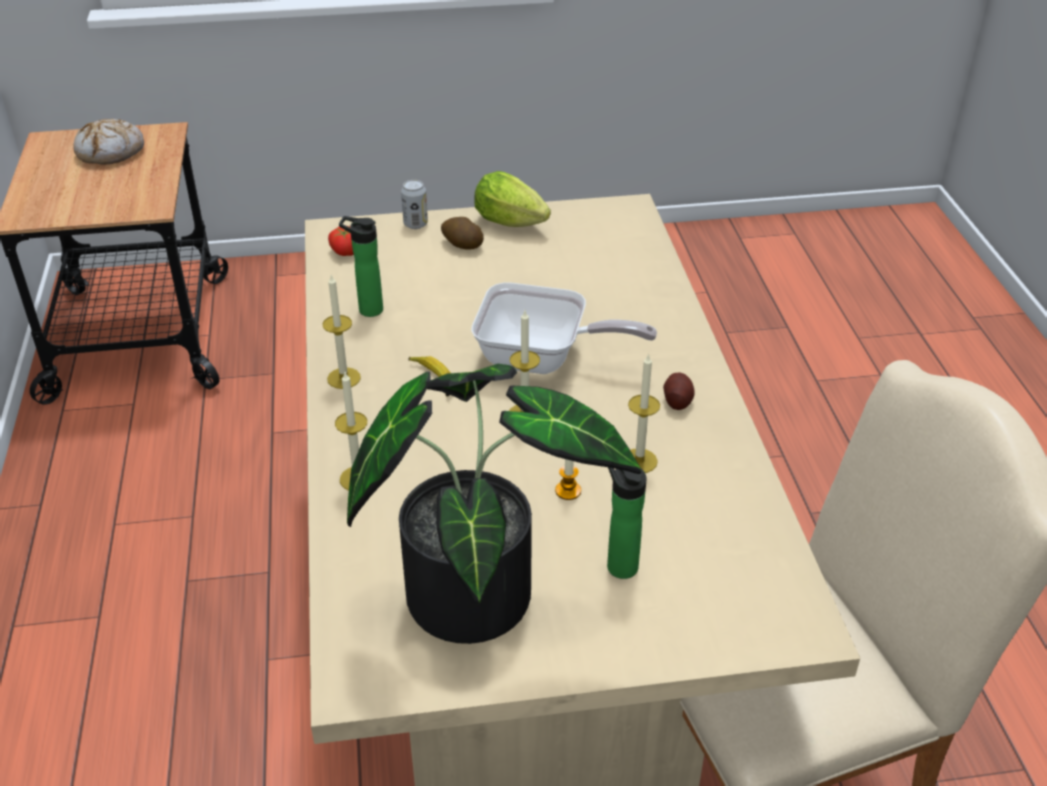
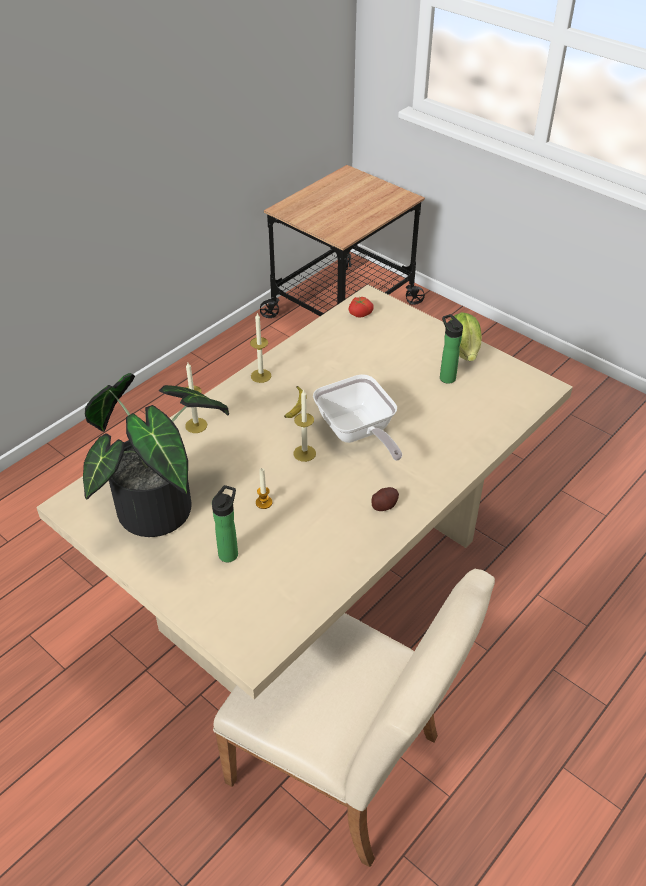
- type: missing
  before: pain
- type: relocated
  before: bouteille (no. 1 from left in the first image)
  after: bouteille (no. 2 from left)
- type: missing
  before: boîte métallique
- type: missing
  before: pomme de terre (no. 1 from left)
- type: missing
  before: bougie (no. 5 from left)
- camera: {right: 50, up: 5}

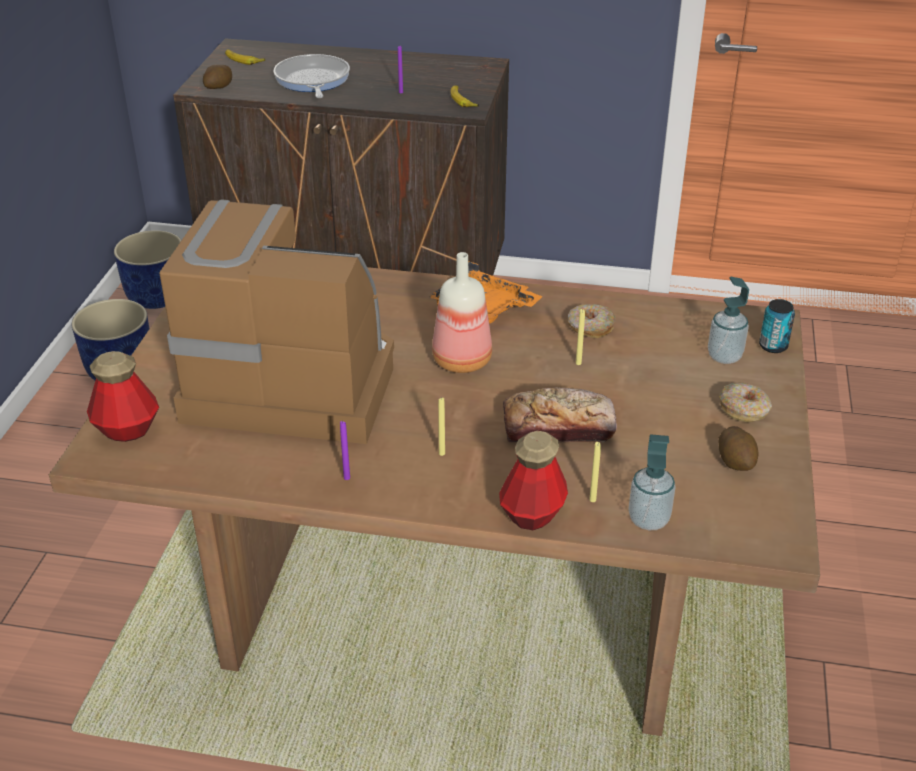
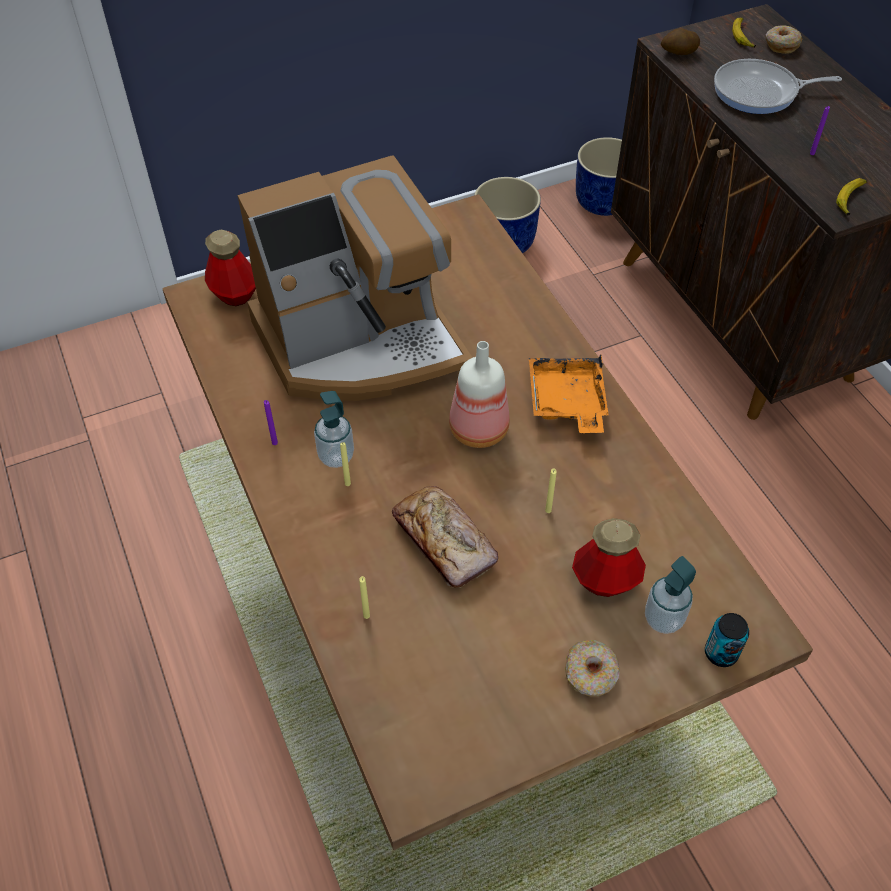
- type: spun
  before: machine à café
  turn: 90
- type: spun
  before: poêle
  turn: -135
- type: relocated
  before: bouteille (no. 3 from left)
- type: relocated
  before: beignet (no. 1 from left in the first image)
  after: beignet (no. 2 from left)
- type: relocated
  before: distributeur de savon (no. 1 from left)
- type: missing
  before: pomme de terre (no. 2 from left)
- camera: {right: 55, up: 15}

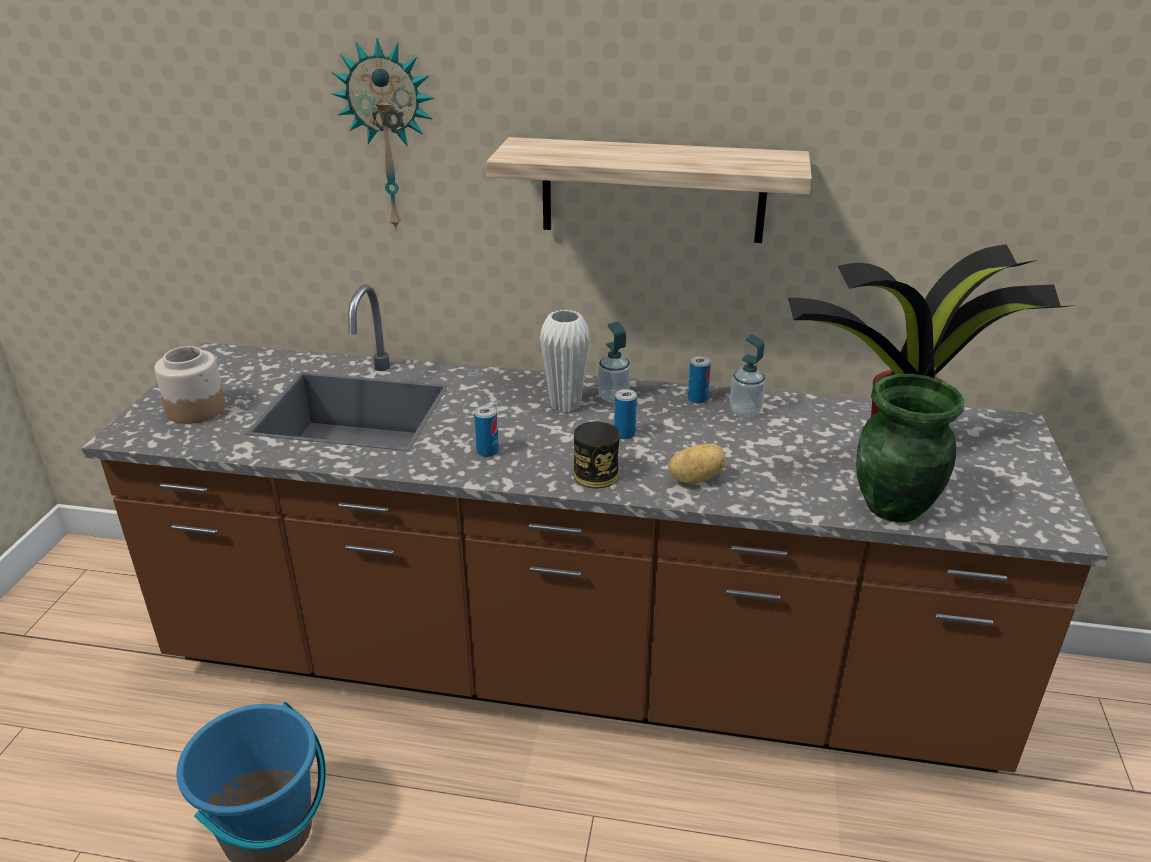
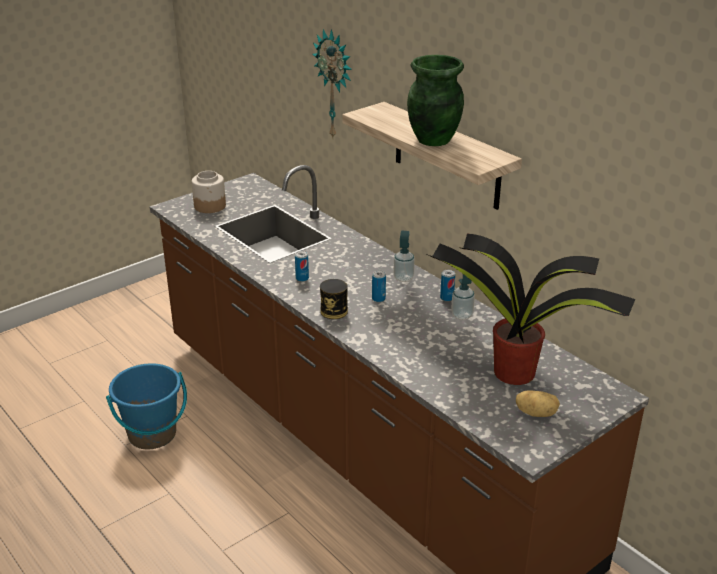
- type: missing
  before: vase [blanc]
- type: relocated
  before: pomme de terre
- type: relocated
  before: vase [vert]
- camera: {right: 40, up: 0}

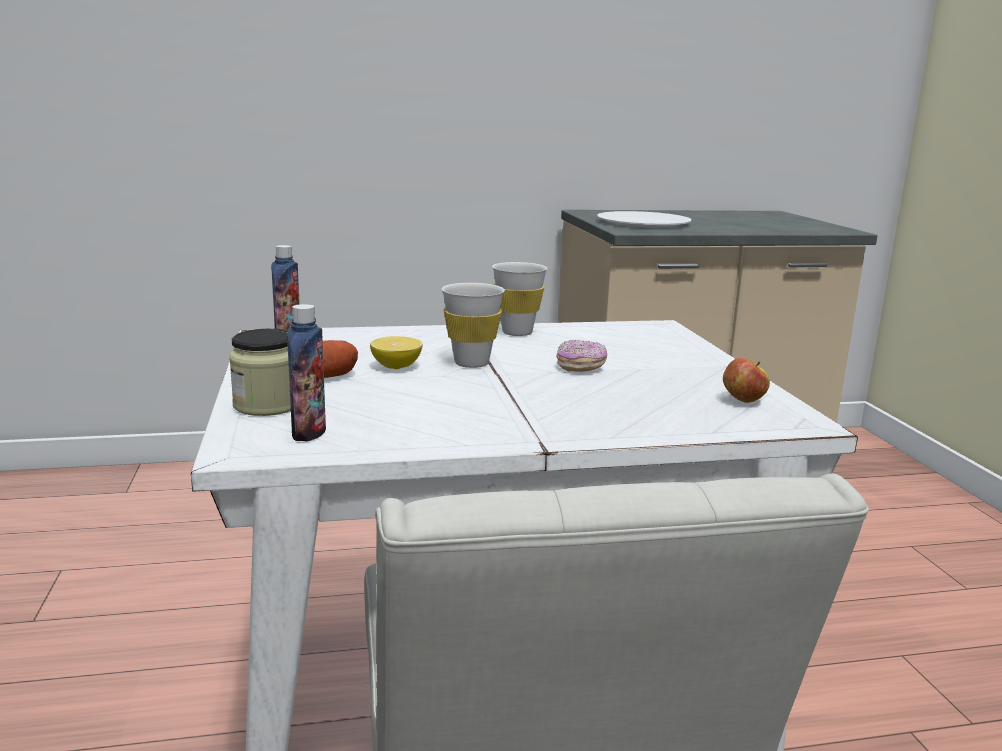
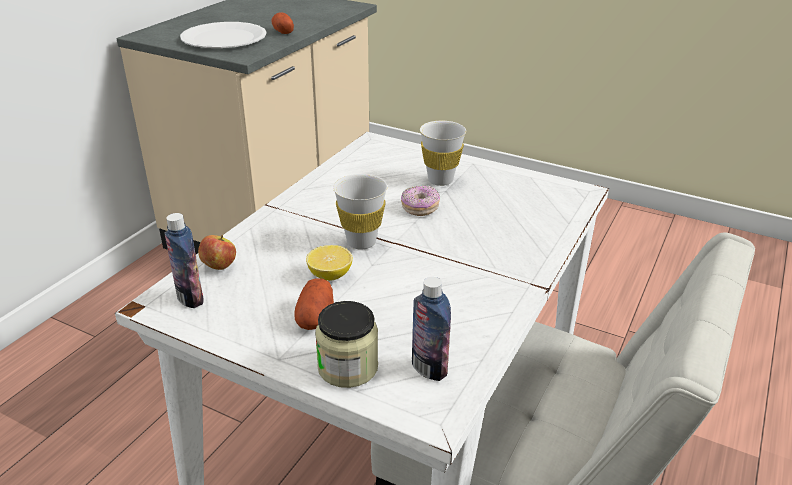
- type: relocated
  before: tasse [blanc] (no. 2 from left)
- type: relocated
  before: pomme
- type: appeared
  after: pomme de terre (no. 1 from left)
- camera: {right: -50, up: 15}

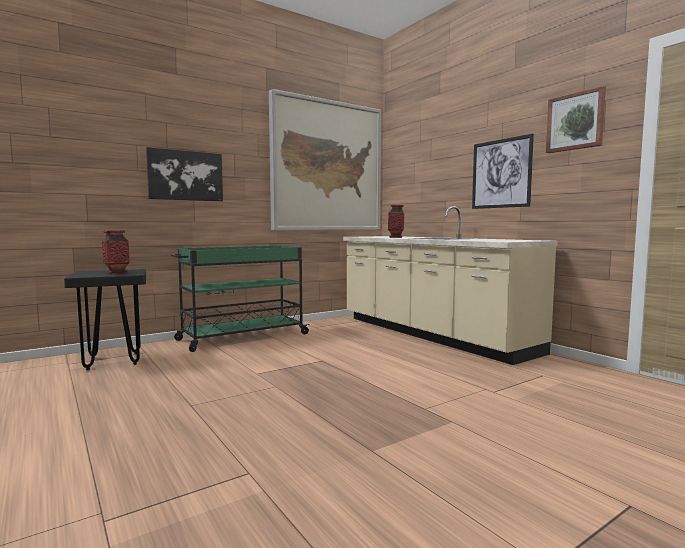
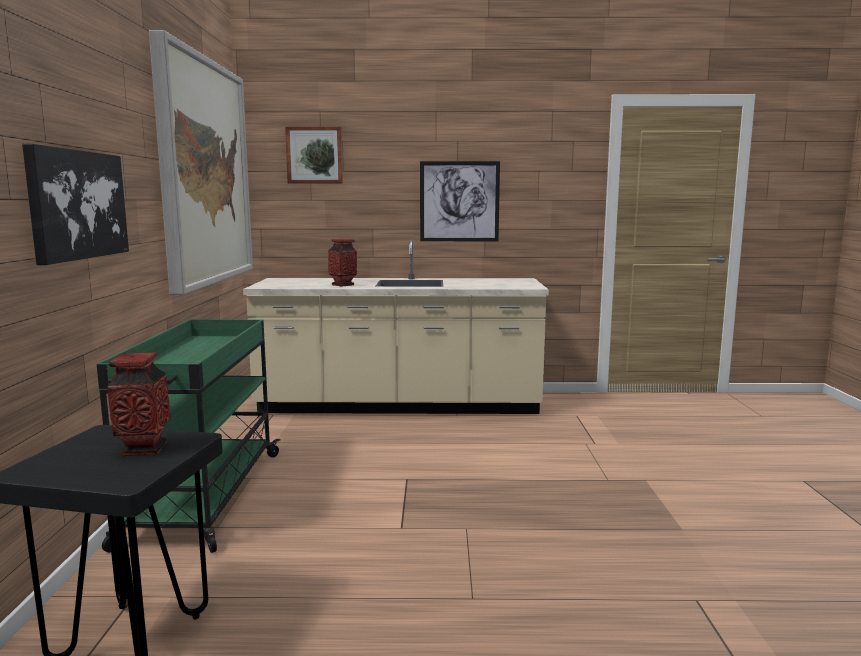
- type: relocated
  before: tableau (no. 4 from left in the first image)
  after: tableau (no. 3 from left)
- camera: {right: -55, up: 5}

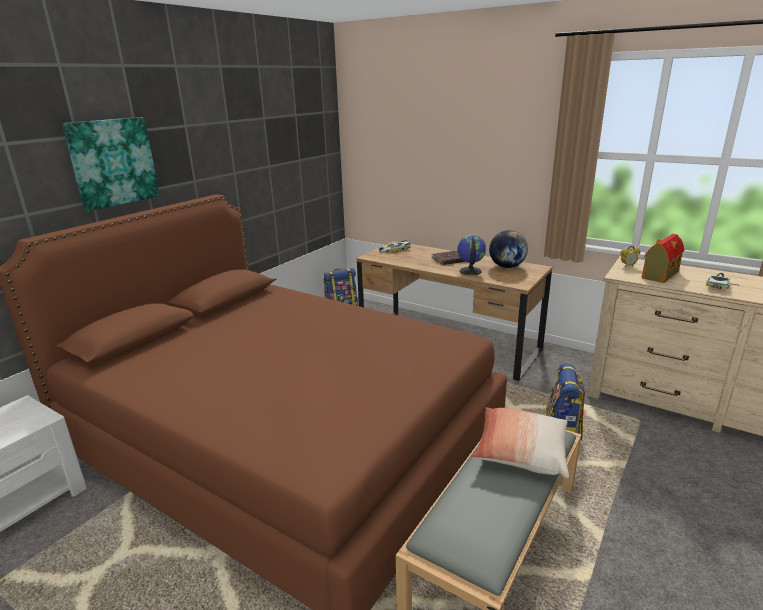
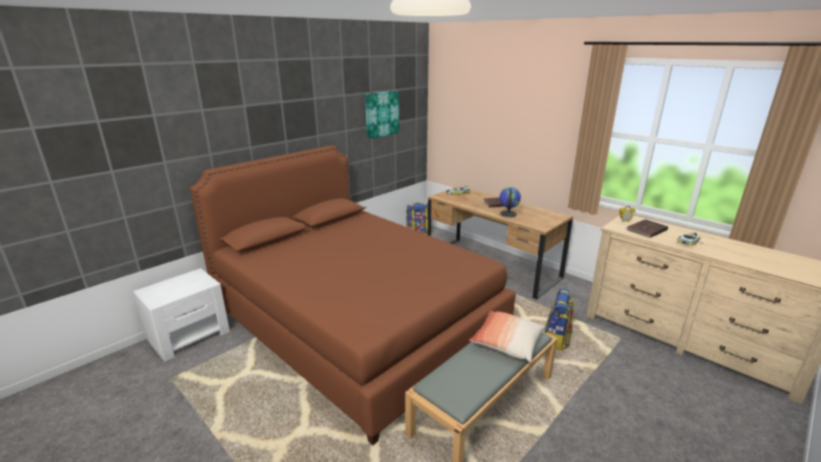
- type: relocated
  before: tableau
- type: missing
  before: globe (no. 2 from left)
- type: exchanged
  before: maison miniature
  after: livre [marron] (no. 2 from left)
- camera: {right: 10, up: 0}

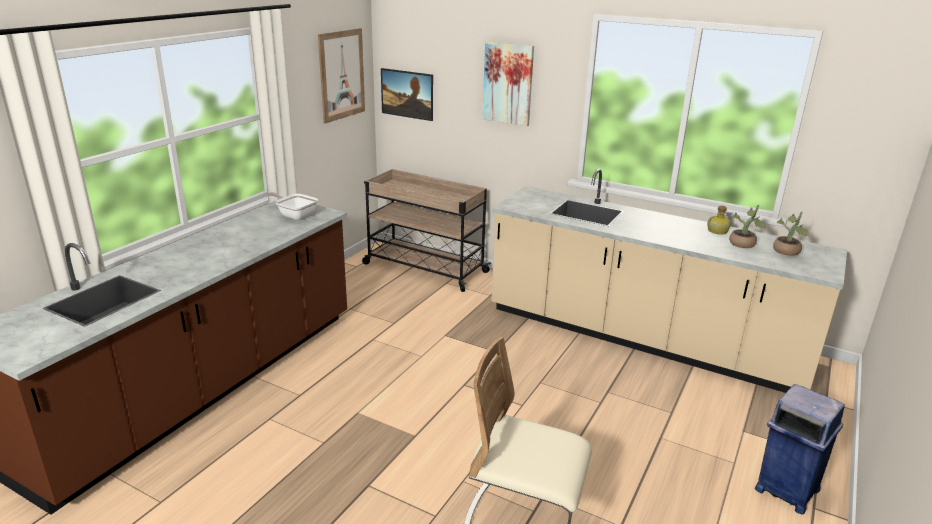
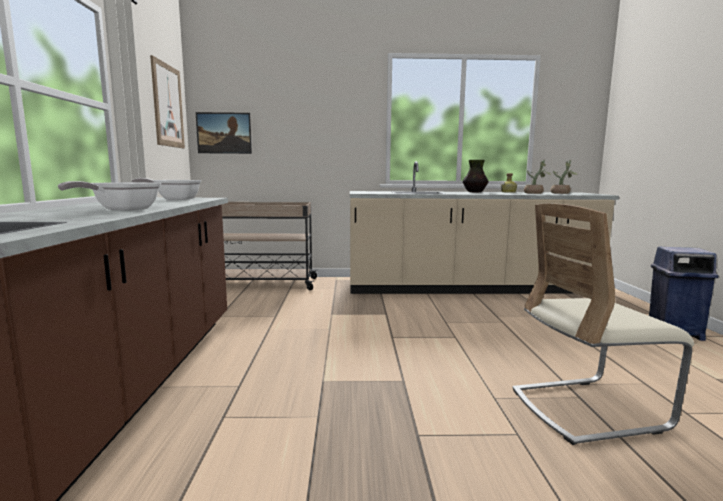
- type: missing
  before: tableau (no. 3 from left)
- type: appeared
  after: poêle (no. 1 from left)
- type: appeared
  after: vase
- camera: {right: -30, up: -15}

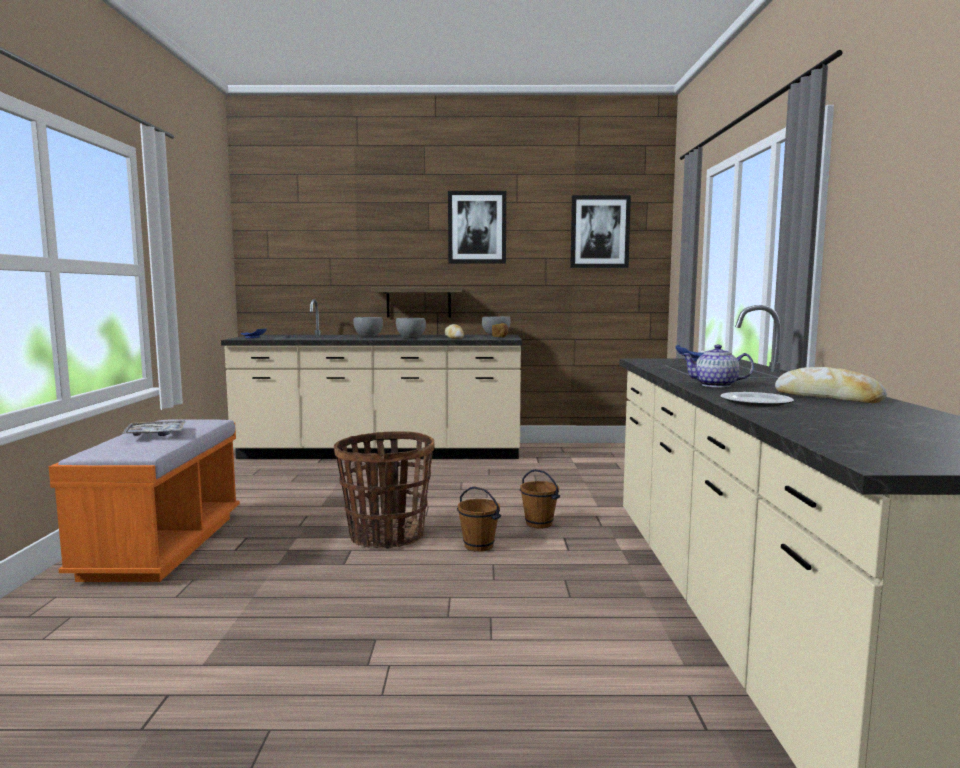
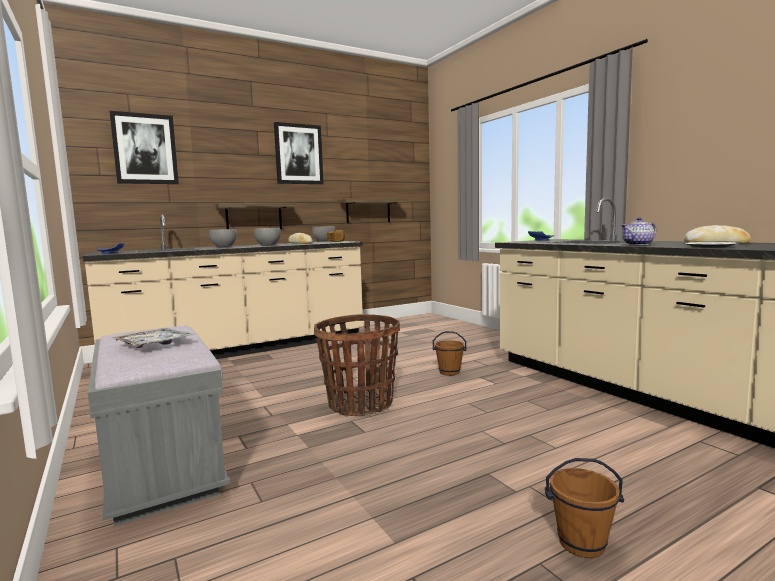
- type: colour
  before: banc [orange]
  after: banc [gris]
- type: relocated
  before: seau [marron] (no. 1 from left in the first image)
  after: seau [marron] (no. 2 from left)
- type: relocated
  before: tableau (no. 2 from left in the first image)
  after: tableau (no. 1 from left)
- type: appeared
  after: étagère (no. 2 from left)
- camera: {right: -30, up: 0}

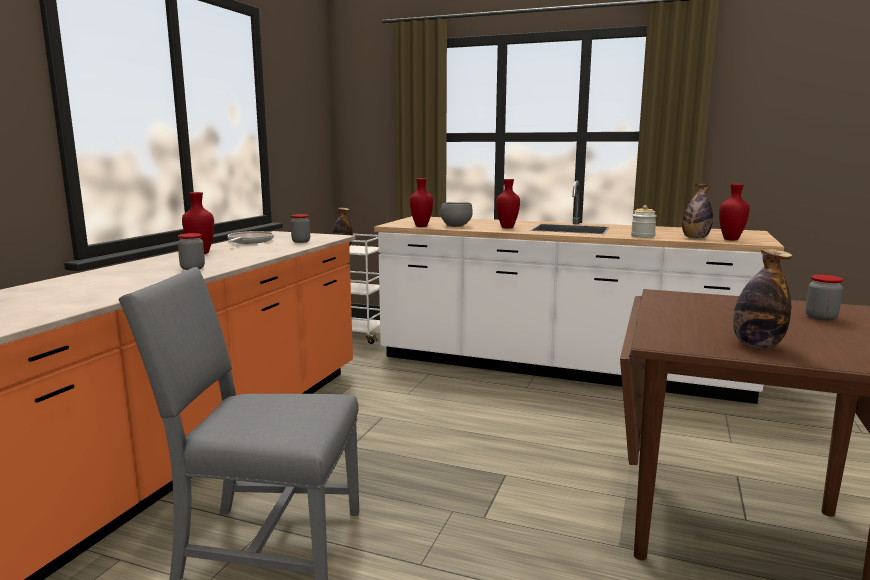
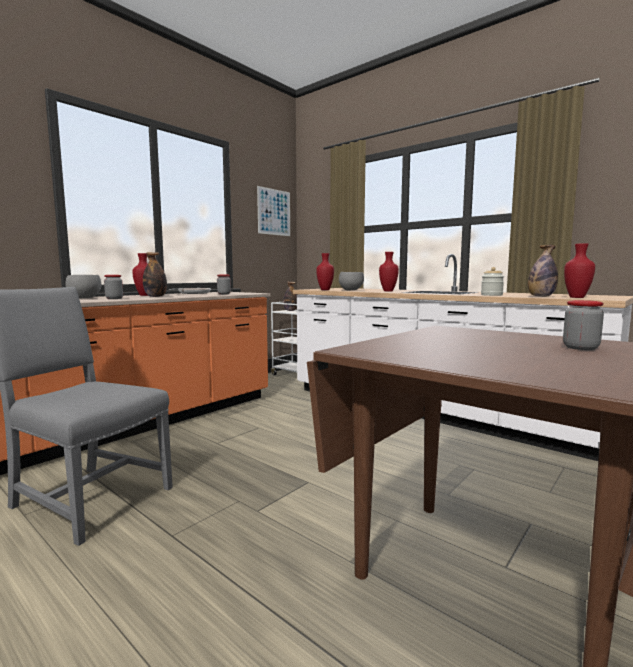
- type: relocated
  before: bouteille (no. 3 from left in the first image)
  after: bouteille (no. 1 from left)
- type: appeared
  after: bol [gris] (no. 1 from left)
- type: appeared
  after: tableau
- camera: {right: 20, up: -5}

